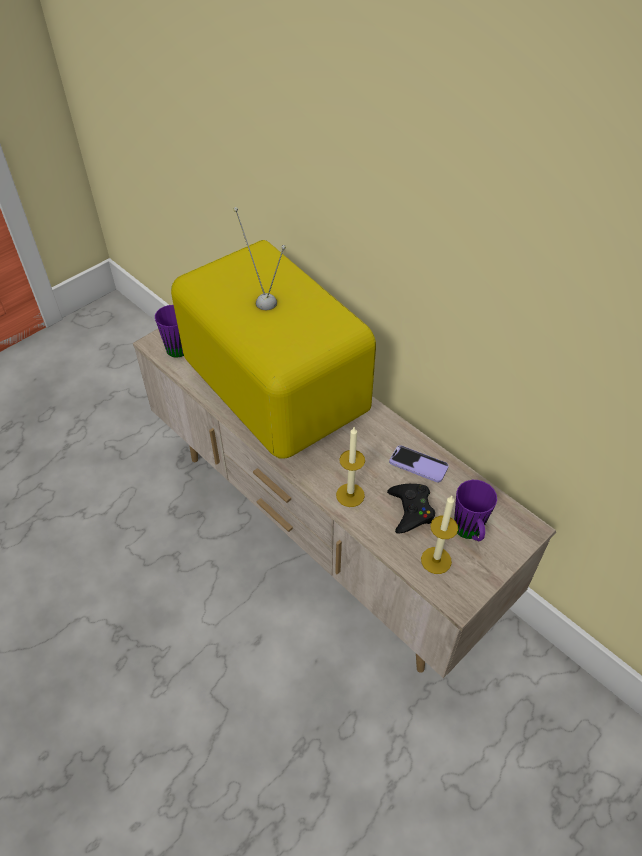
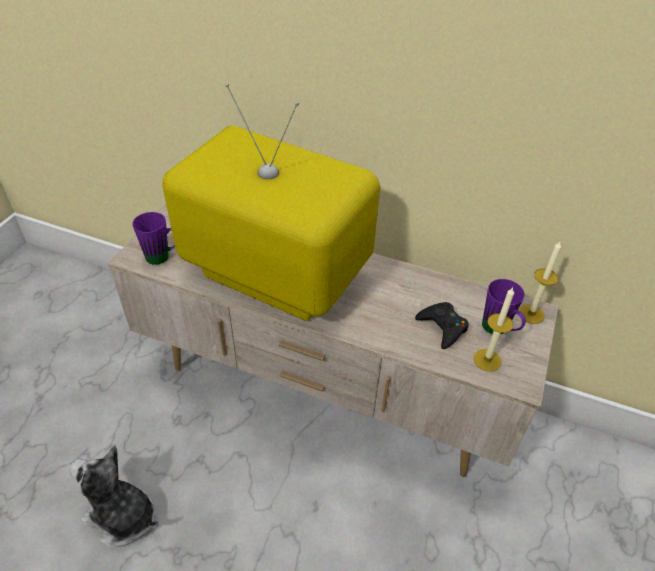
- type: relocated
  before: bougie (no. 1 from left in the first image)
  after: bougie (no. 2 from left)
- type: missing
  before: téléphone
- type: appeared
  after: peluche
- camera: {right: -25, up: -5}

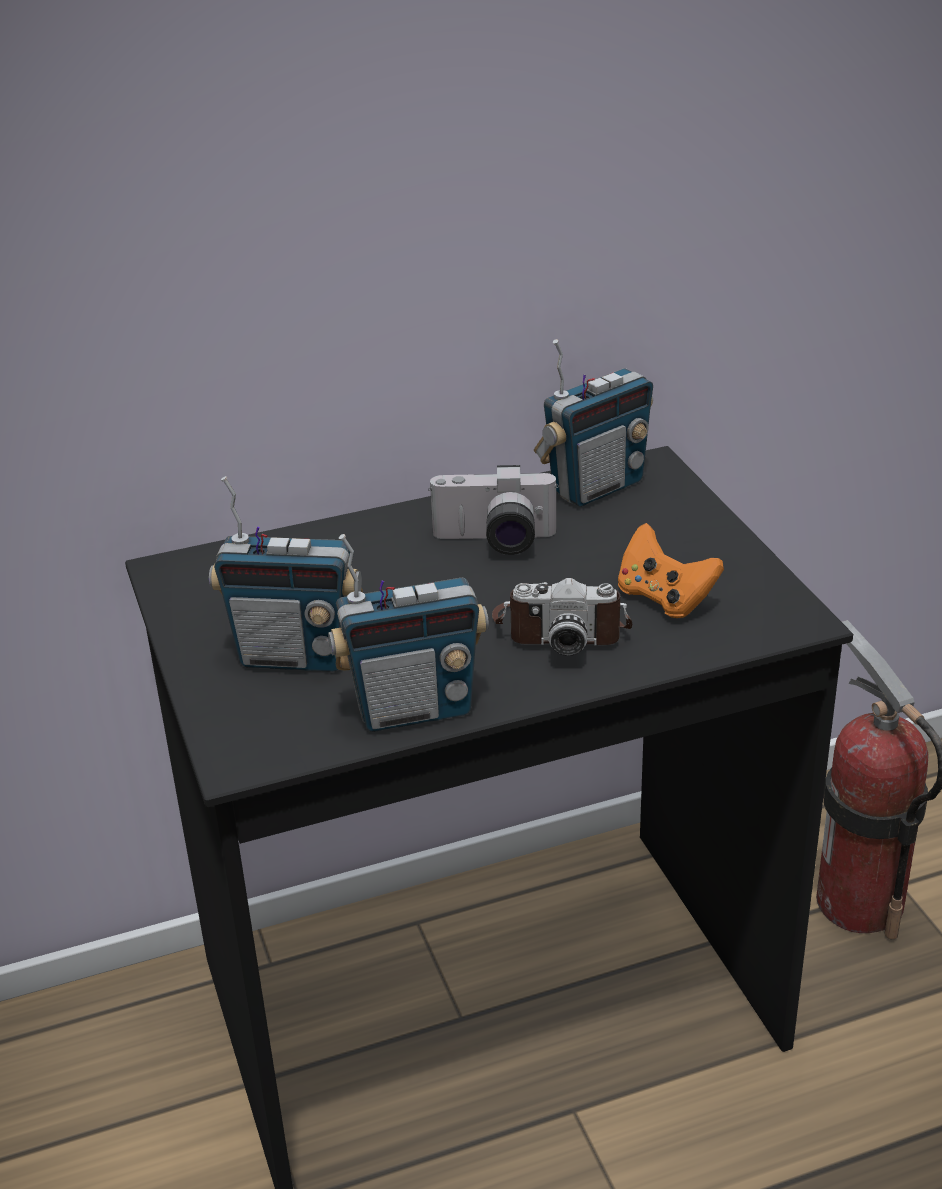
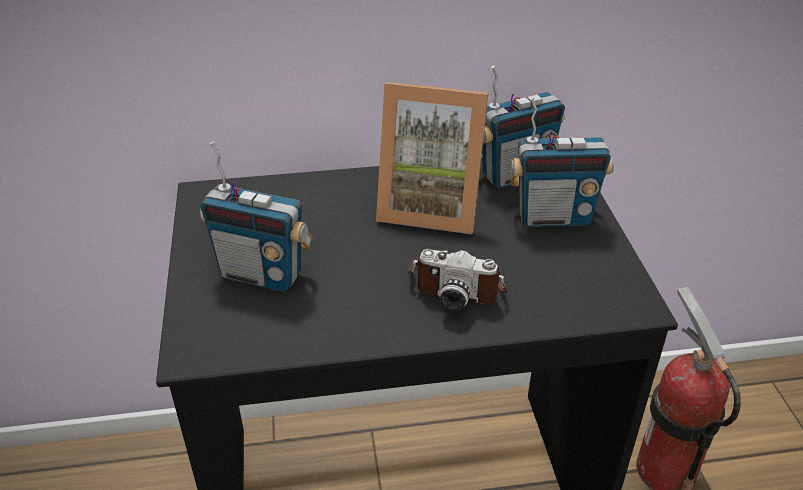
- type: relocated
  before: radio (no. 2 from left in the first image)
  after: radio (no. 3 from left)
- type: exchanged
  before: appareil photo (no. 1 from left)
  after: cadre photo
- type: missing
  before: manette [orange]
- camera: {right: 10, up: 5}

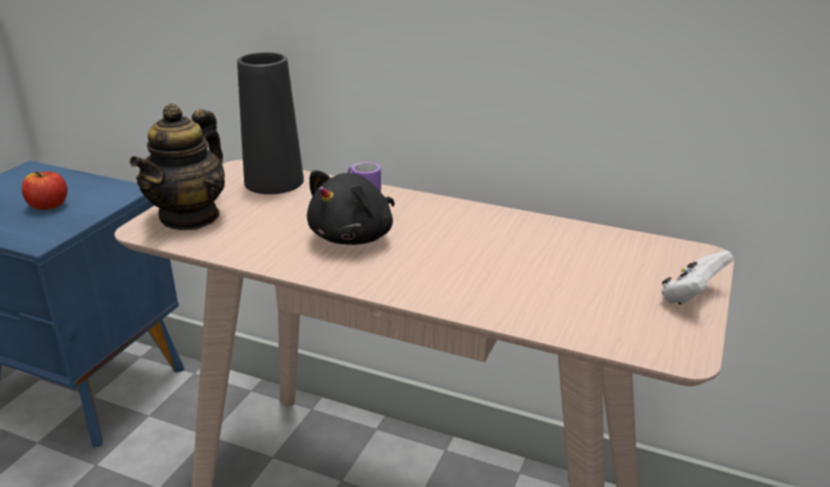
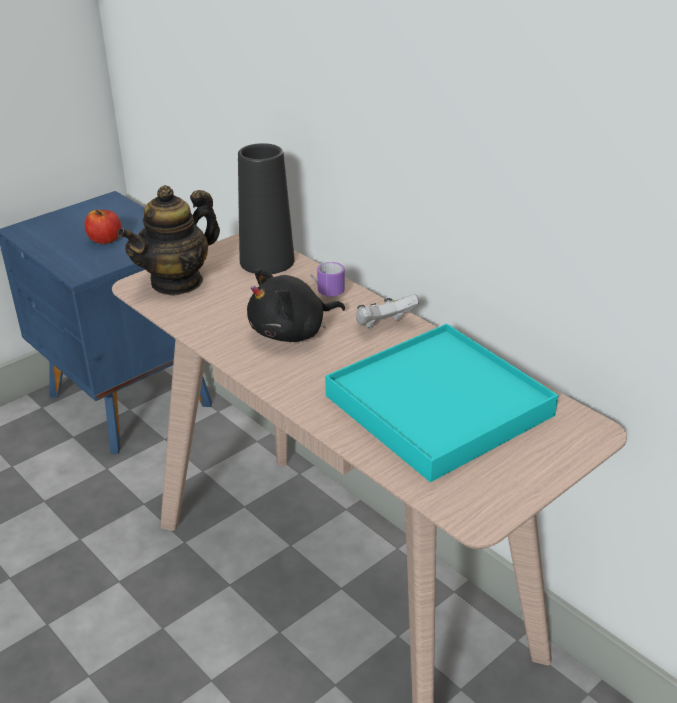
- type: relocated
  before: manette [blanc]
- type: appeared
  after: plateau [turquoise]
- camera: {right: 25, up: 5}

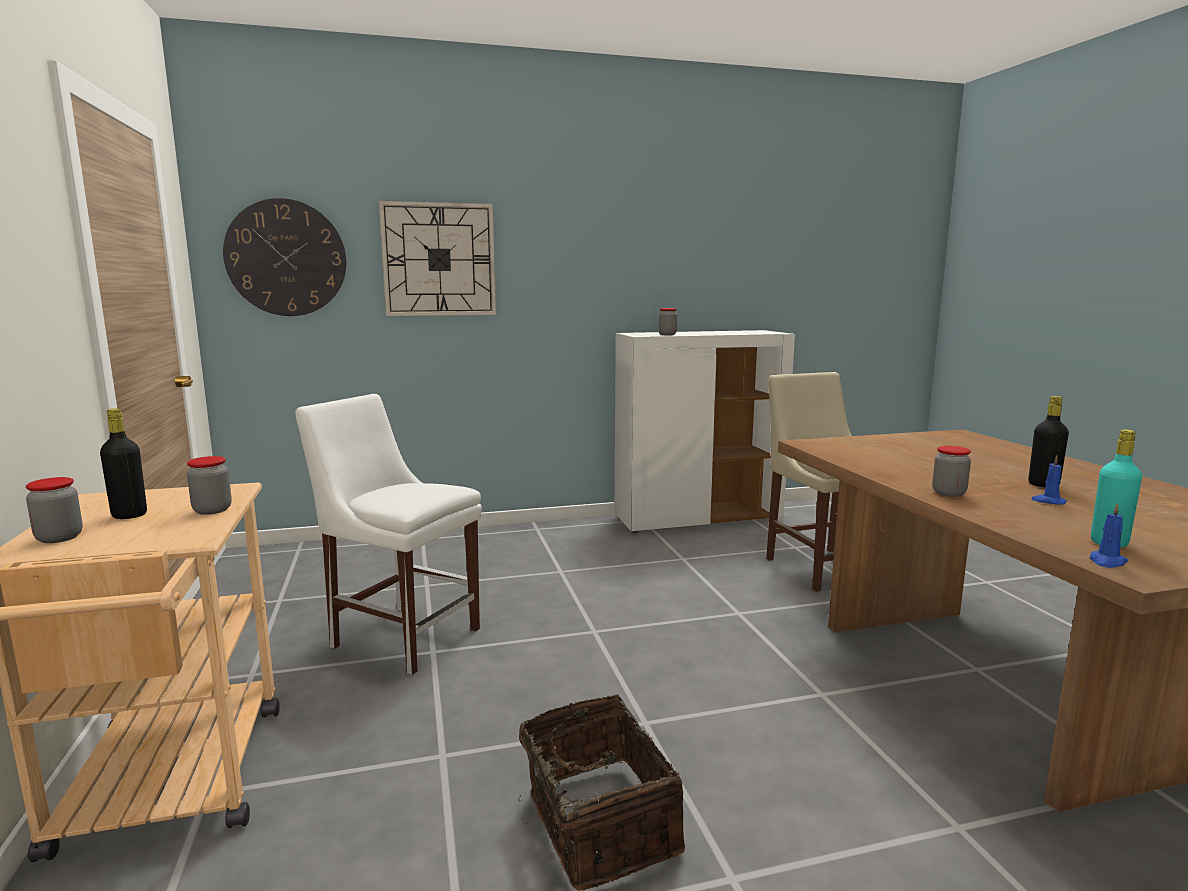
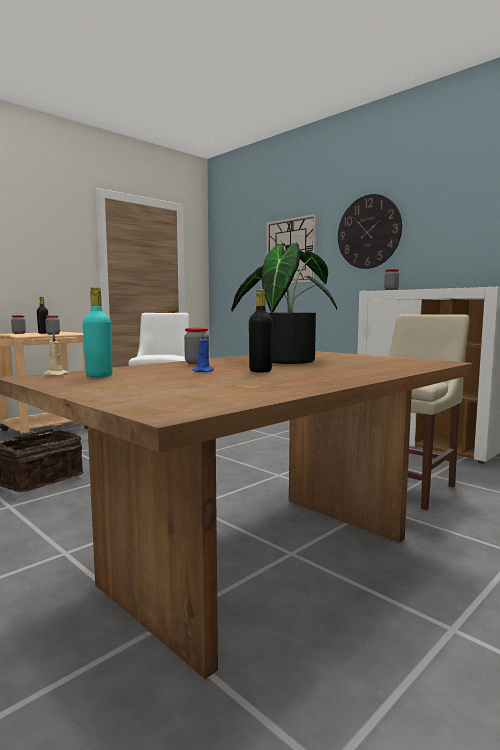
- type: relocated
  before: horloge murale (no. 1 from left in the first image)
  after: horloge murale (no. 2 from left)
- type: colour
  before: bougie [bleu] (no. 2 from left)
  after: bougie [beige]
- type: appeared
  after: plante en pot
- camera: {right: 60, up: -5}

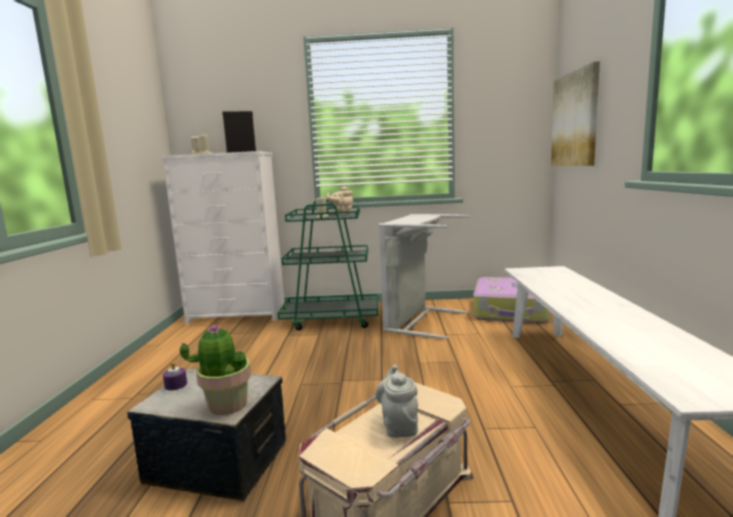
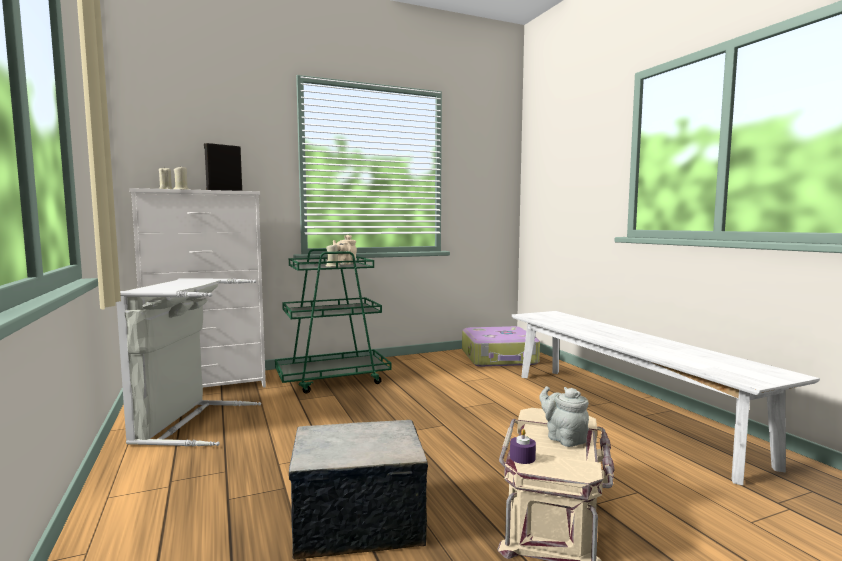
- type: relocated
  before: bougie [violet]
- type: missing
  before: plante en pot
- type: relocated
  before: panier à linge [gris]
- type: missing
  before: tableau
- camera: {right: -25, up: -5}

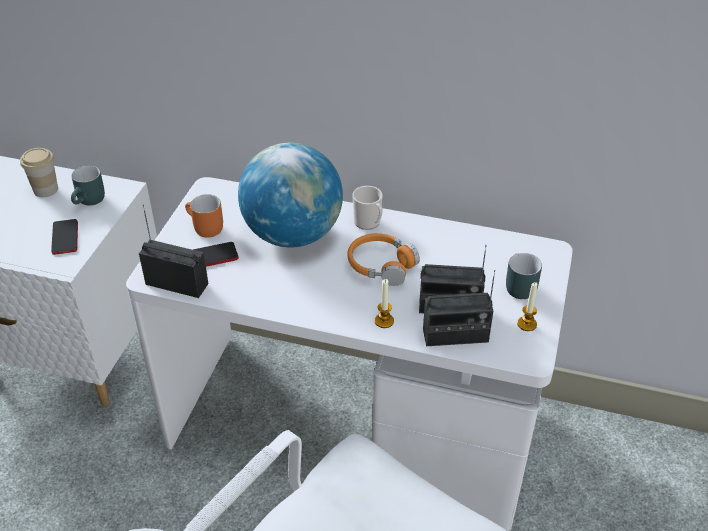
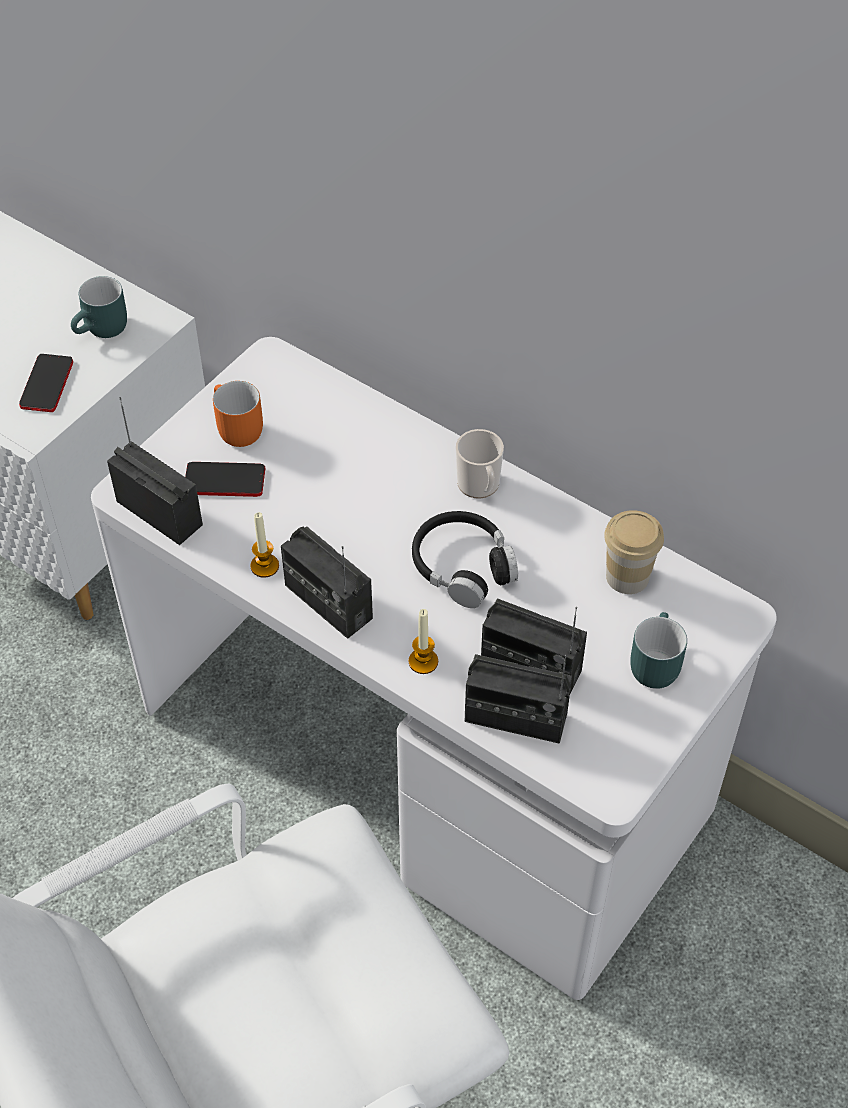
- type: relocated
  before: tasse
- type: missing
  before: globe
- type: colour
  before: casque audio [orange]
  after: casque audio [noir]
- type: relocated
  before: bougie (no. 2 from left in the first image)
  after: bougie (no. 1 from left)
- type: appeared
  after: radio (no. 2 from left)
- camera: {right: 20, up: 10}

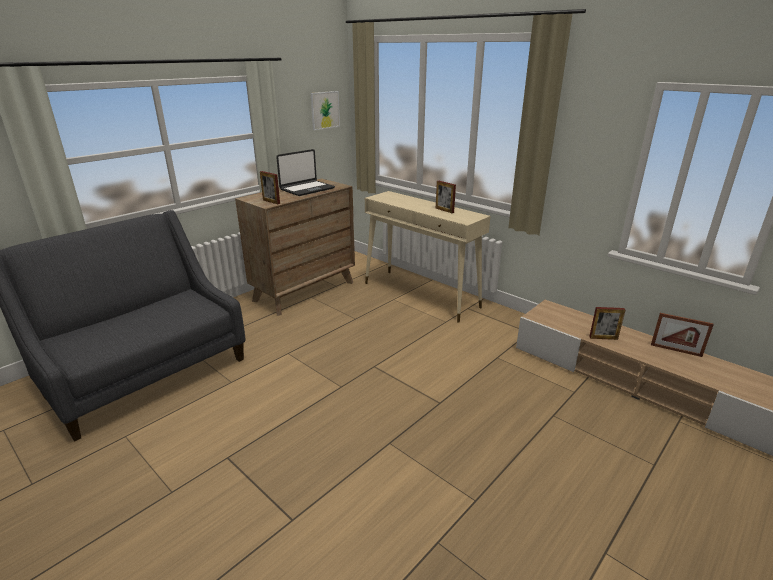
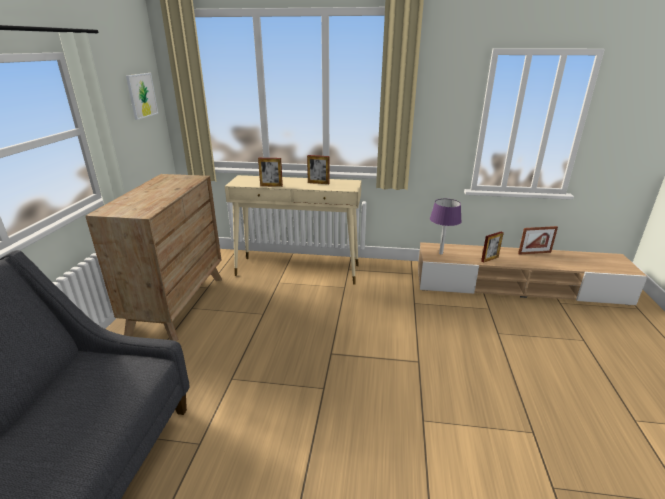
- type: relocated
  before: cadre photo (no. 1 from left)
- type: missing
  before: ordinateur portable
- type: appeared
  after: lampe de table [violet]
- camera: {right: -35, up: 0}

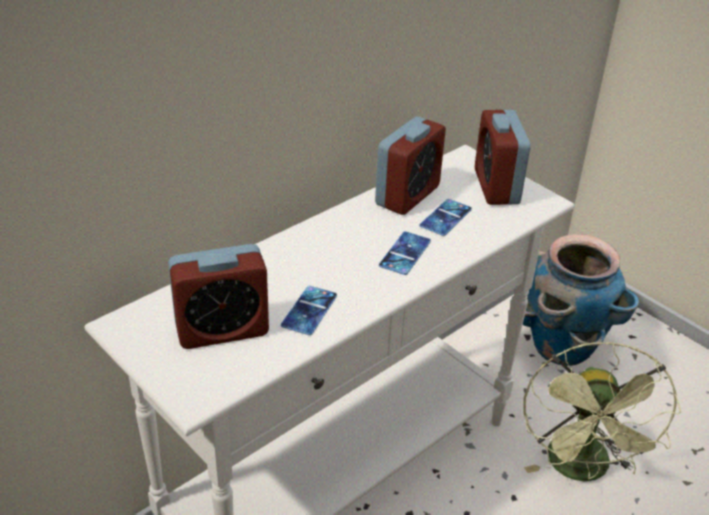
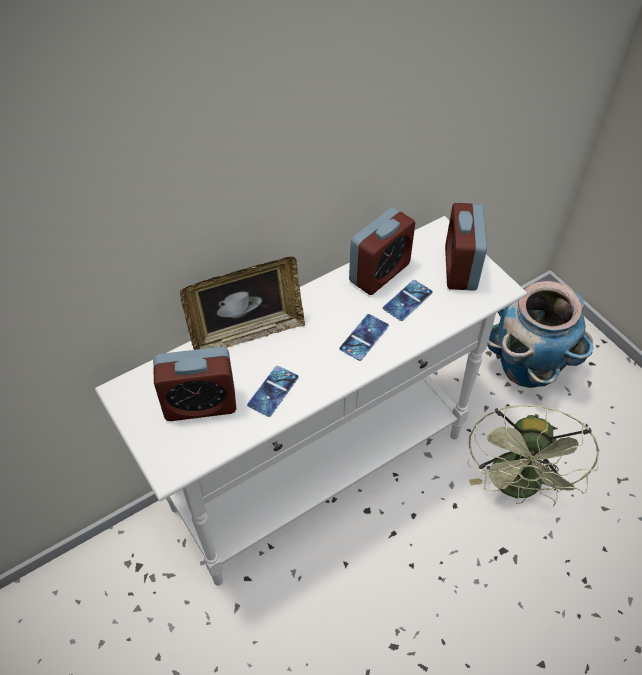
- type: appeared
  after: cadre photo
- camera: {right: 10, up: 15}

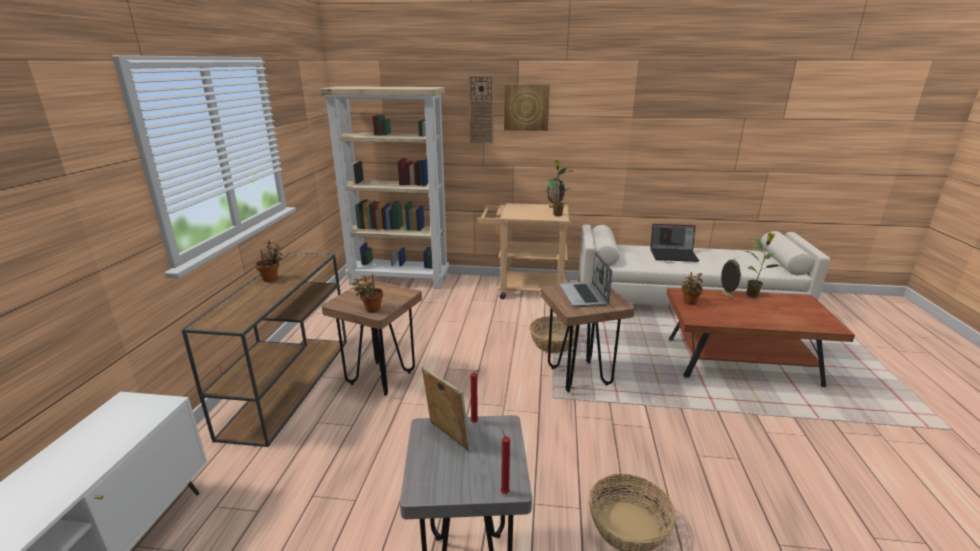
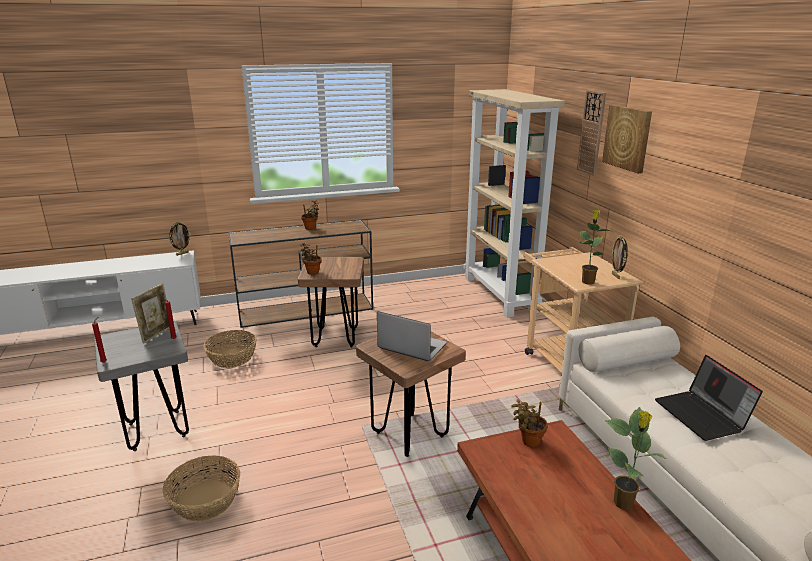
- type: relocated
  before: panier (no. 1 from left in the first image)
  after: panier (no. 2 from left)
- type: spun
  before: ordinateur portable (no. 1 from left)
  turn: 60
- type: relocated
  before: cadre photo (no. 3 from left in the first image)
  after: cadre photo (no. 2 from left)
- camera: {right: 65, up: 0}

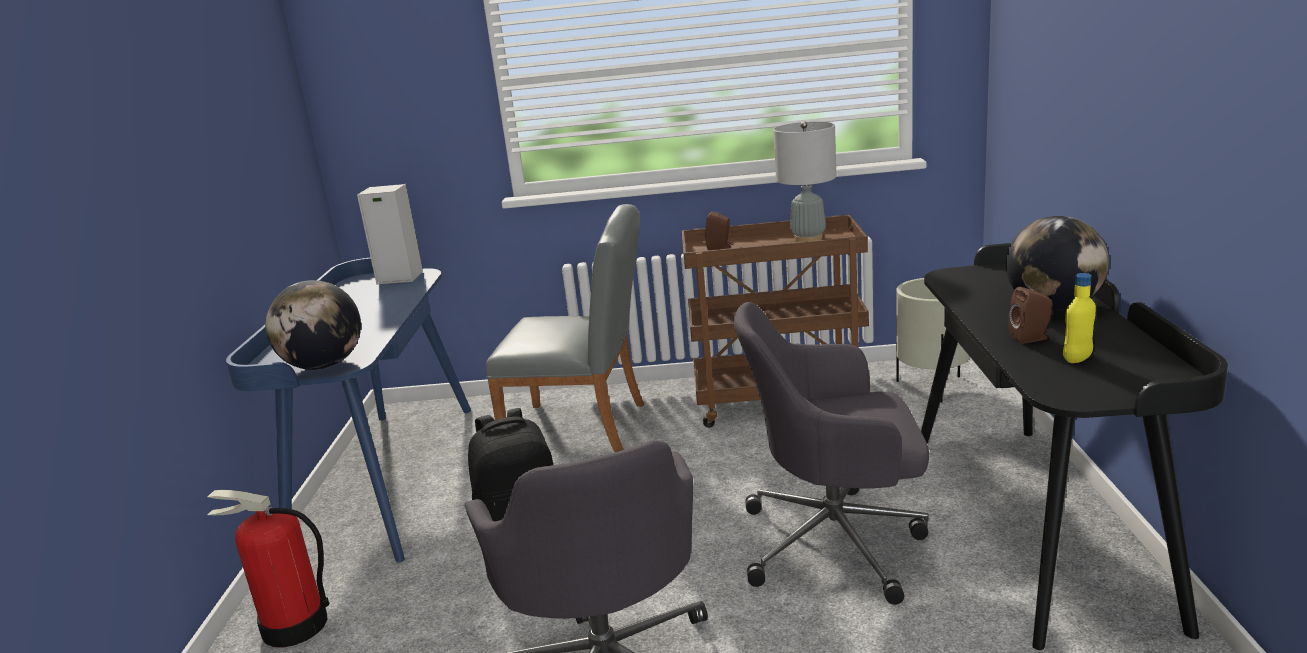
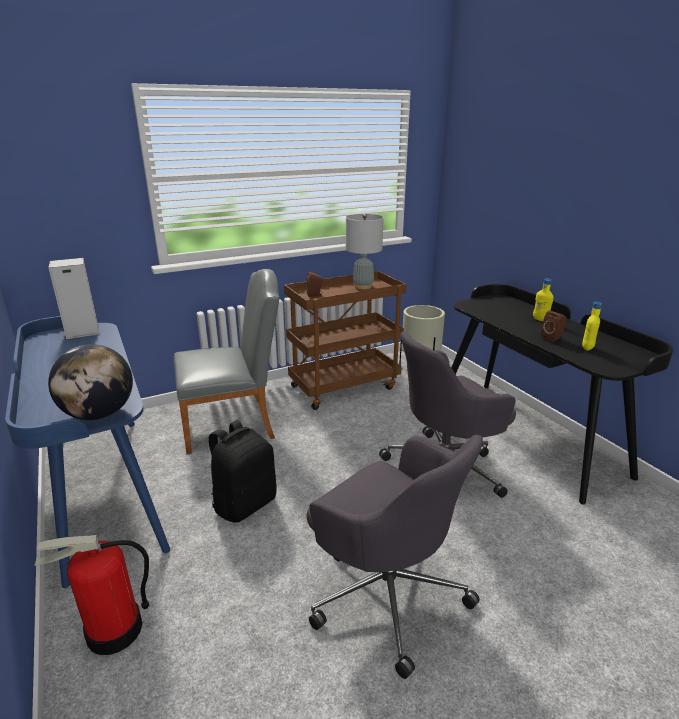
- type: exchanged
  before: globe (no. 2 from left)
  after: bouteille [jaune] (no. 1 from left)
- camera: {right: -30, up: 5}

